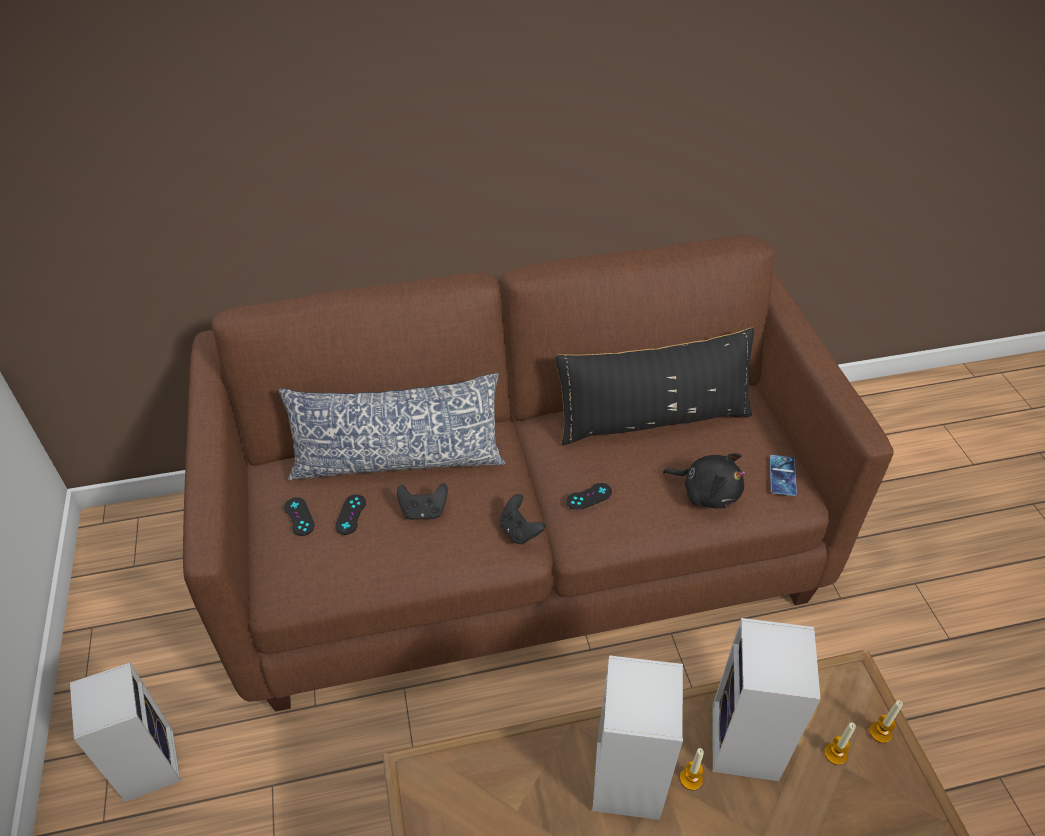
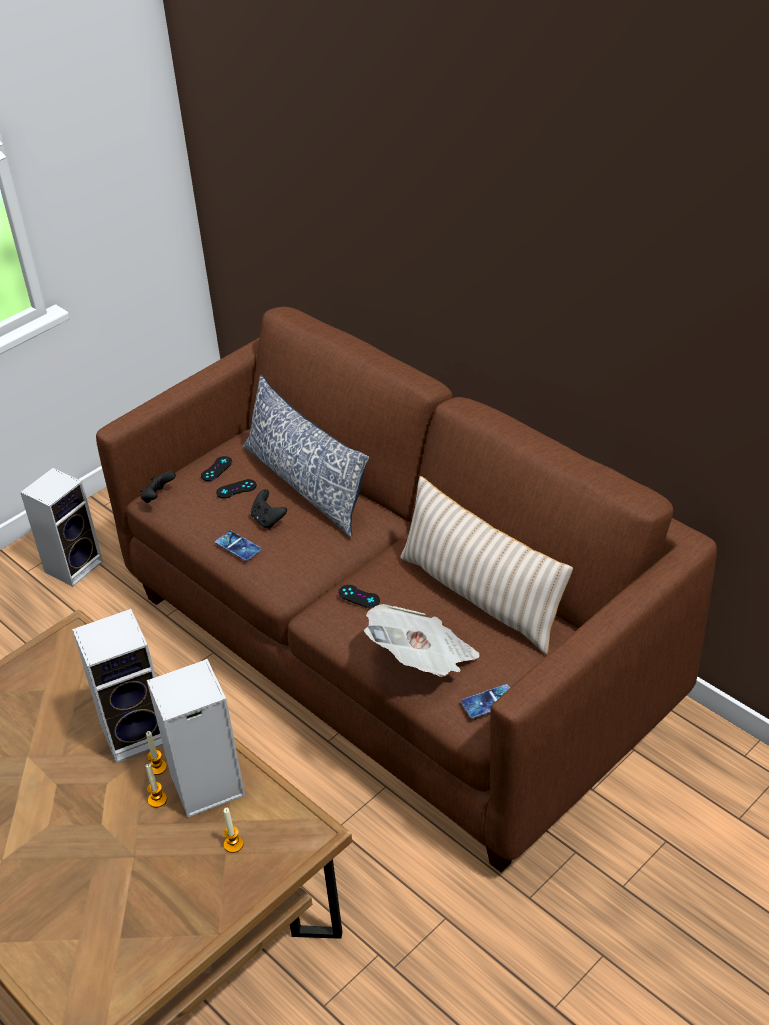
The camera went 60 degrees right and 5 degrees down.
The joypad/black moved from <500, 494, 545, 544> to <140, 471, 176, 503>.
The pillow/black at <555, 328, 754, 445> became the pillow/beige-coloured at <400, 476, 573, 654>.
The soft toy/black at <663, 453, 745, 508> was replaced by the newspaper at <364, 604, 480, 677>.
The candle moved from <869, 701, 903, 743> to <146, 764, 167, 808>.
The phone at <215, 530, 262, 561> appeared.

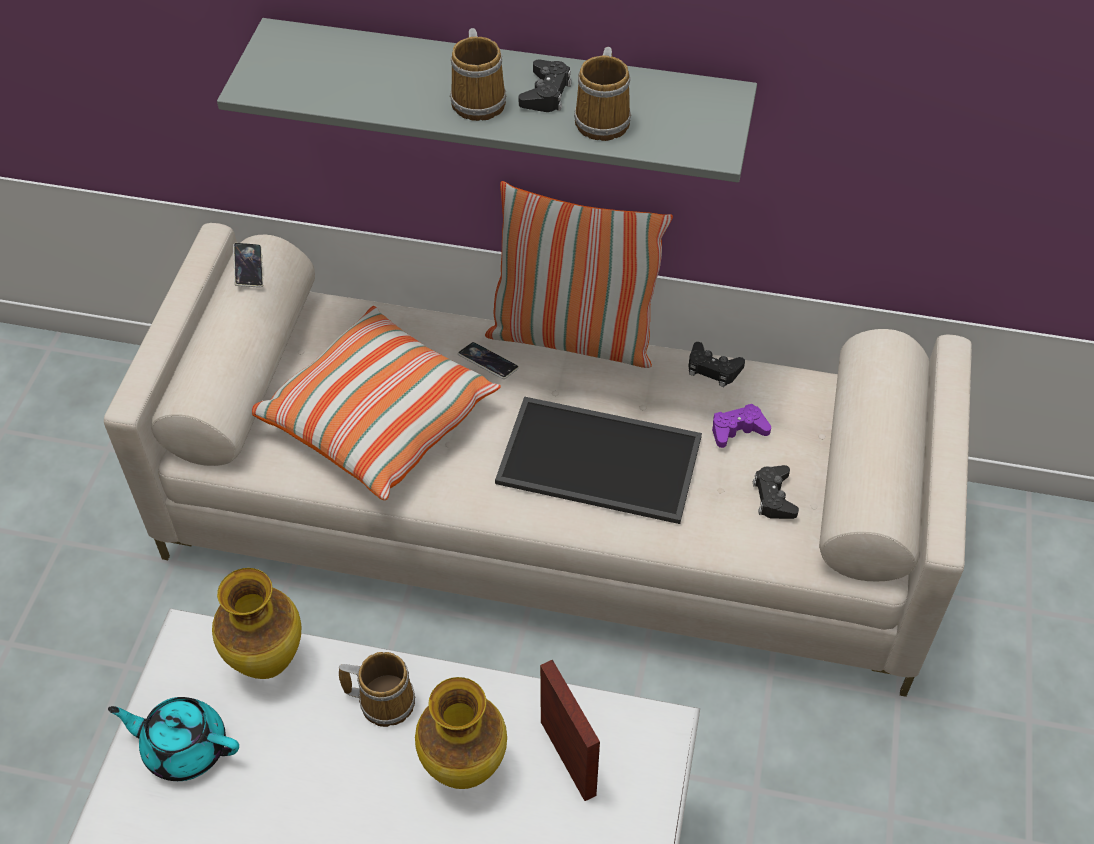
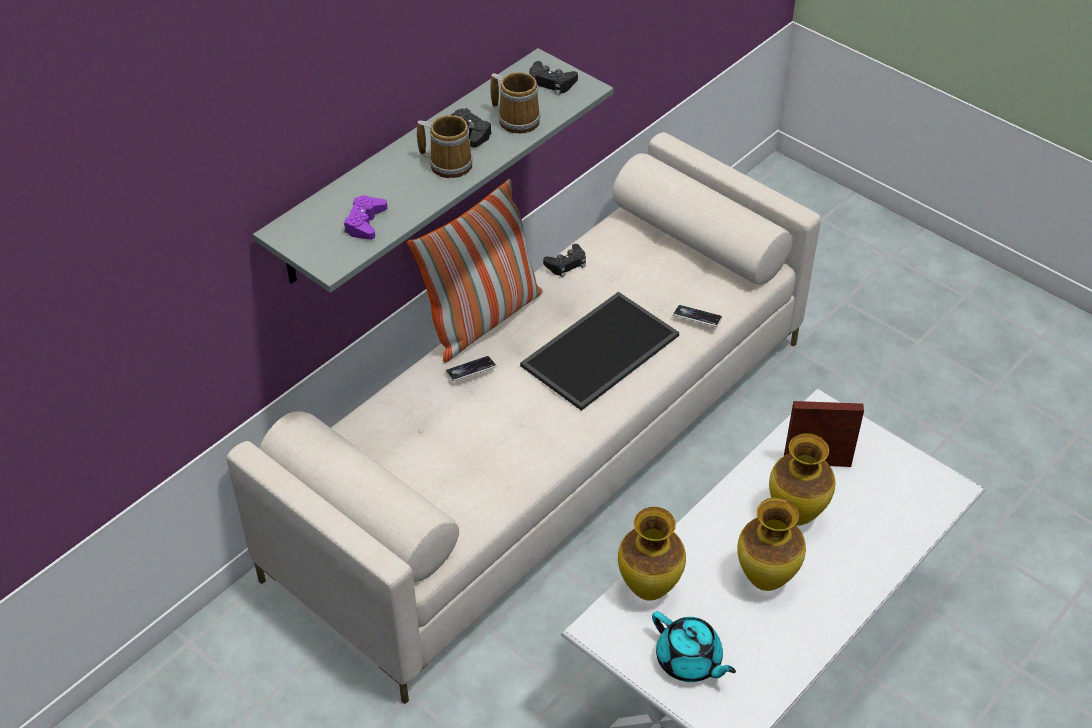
The camera went 60 degrees left and 5 degrees down.
The pot for tea/turquoise-coloured at <108, 697, 239, 781> turned 90 degrees counterclockwise.
The phone moved from <233, 243, 263, 288> to <673, 305, 722, 327>.
The pillow at <252, 306, 501, 500> disappeared.
The coffee mug at <339, 652, 415, 727> disappeared.
The joypad/purplish moved from <712, 404, 771, 448> to <344, 196, 387, 240>.
The joypad/black moved from <753, 465, 799, 519> to <529, 61, 578, 95>.
The decorative vase at <737, 497, 806, 591> appeared.

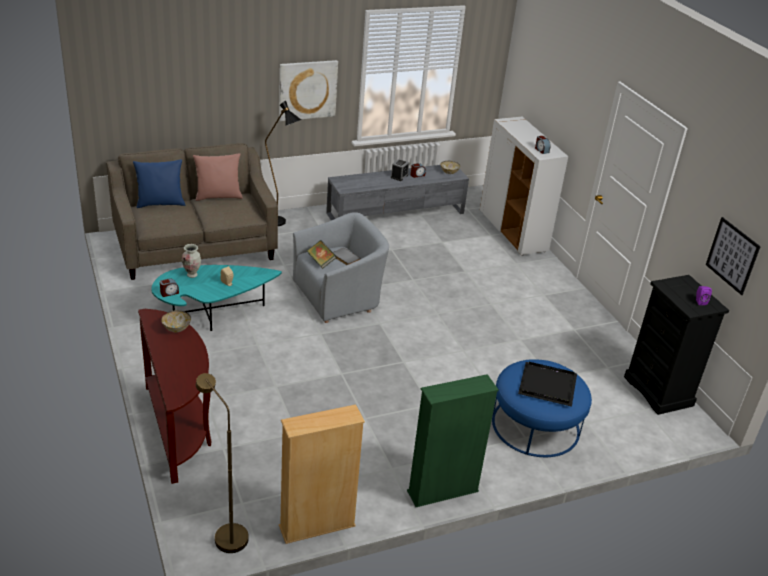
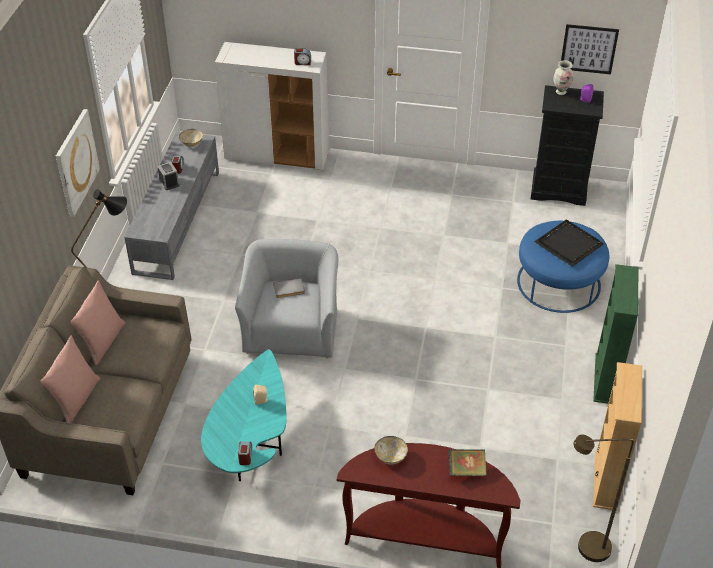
The camera went 55 degrees left and 10 degrees up.
The pillow/blue at <133, 160, 185, 208> became the pillow/pink at <40, 336, 100, 423>.
The decorative vase moved from <182, 244, 201, 278> to <554, 60, 573, 95>.
The bound book moved from <307, 240, 337, 269> to <449, 449, 487, 476>.

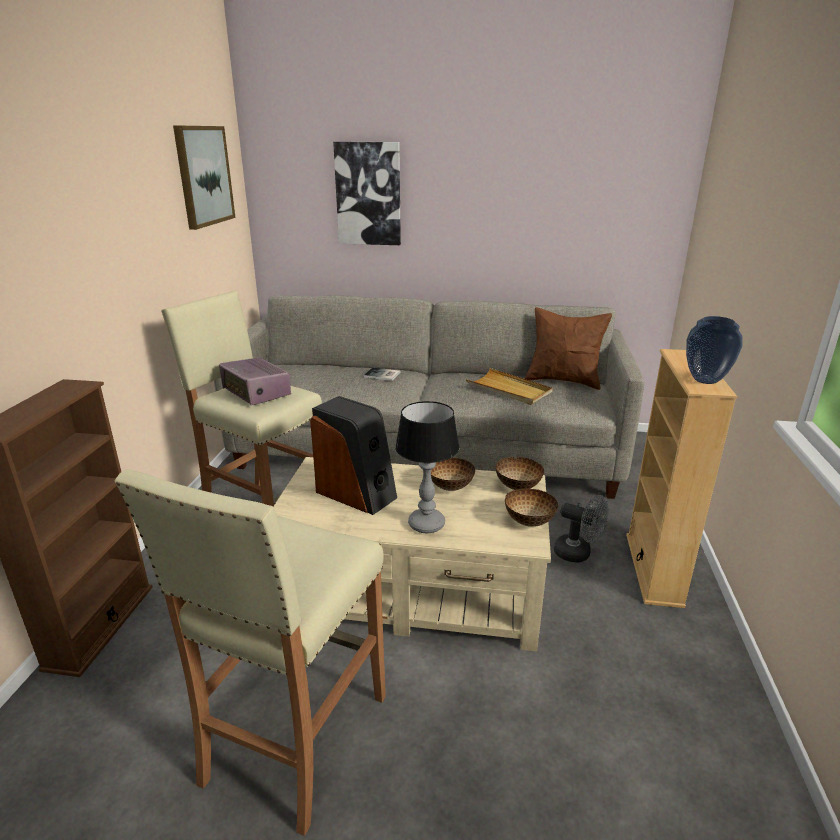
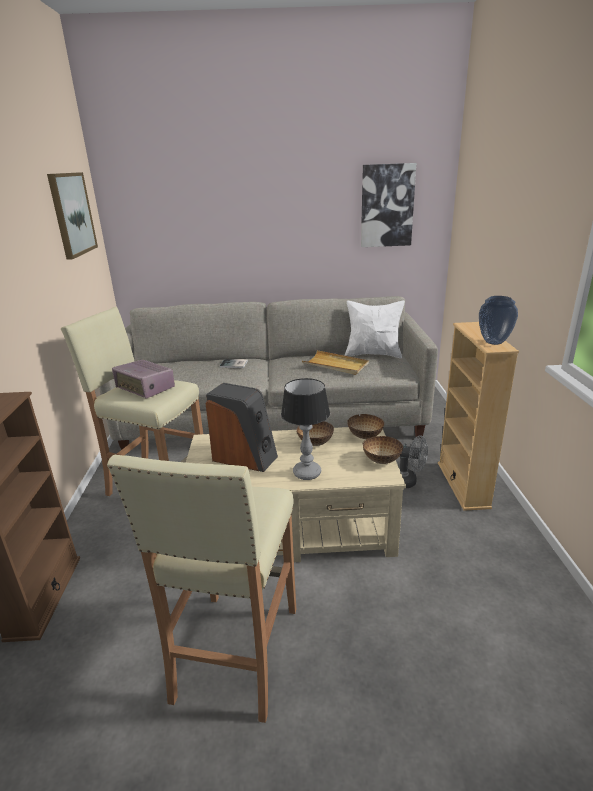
The camera went 10 degrees left and 0 degrees up.
The wall art moved from <333, 142, 401, 245> to <361, 163, 416, 247>.
The pillow/brown-coloured at <525, 307, 612, 390> became the pillow/white at <345, 300, 405, 358>.

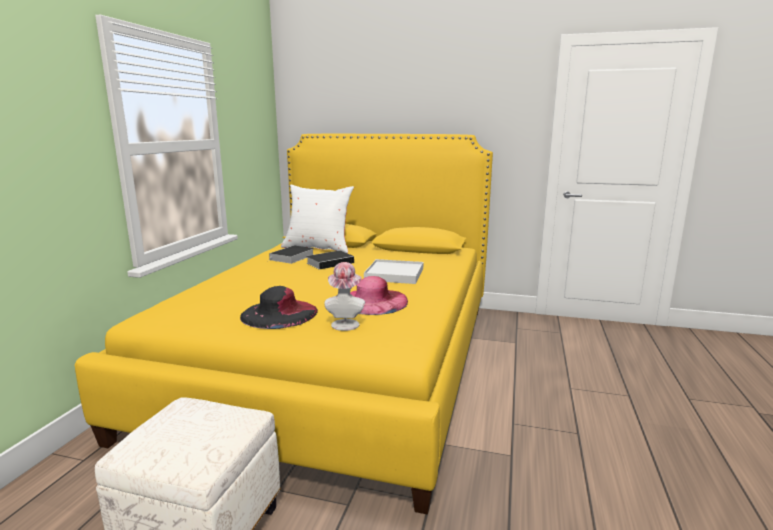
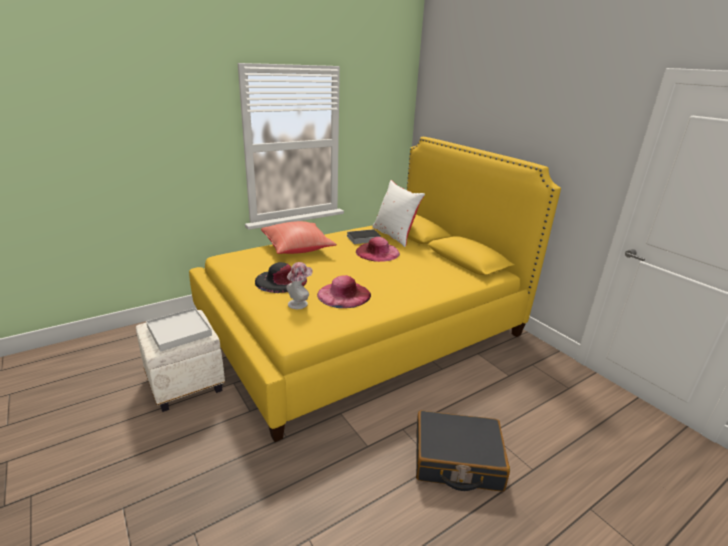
The camera went 40 degrees right and 10 degrees up.
The bound book at <306, 251, 354, 270> was replaced by the wearable hat/pink at <356, 237, 400, 262>.
The carrying tray/white moved from <364, 259, 423, 284> to <146, 308, 212, 352>.
The pillow/red at <261, 221, 337, 254> appeared.
The travel case/black at <416, 410, 510, 492> appeared.

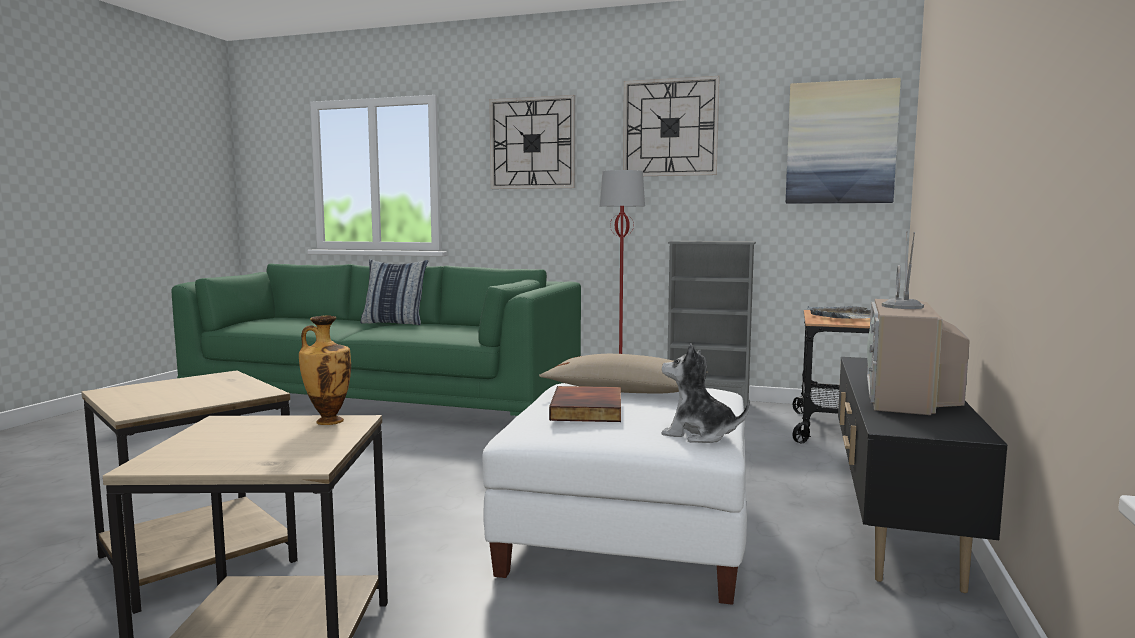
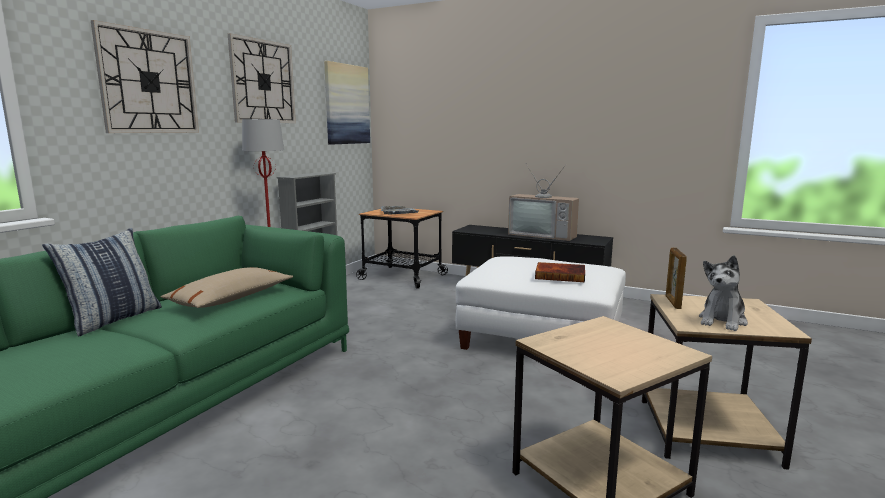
The camera went 80 degrees left and 5 degrees up.
The decorative vase at <299, 315, 351, 425> was replaced by the photo frame at <666, 248, 687, 309>.
The pillow/beige-coloured moved from <539, 354, 708, 394> to <161, 267, 293, 308>.
The soft toy moved from <662, 343, 749, 443> to <699, 255, 748, 331>.

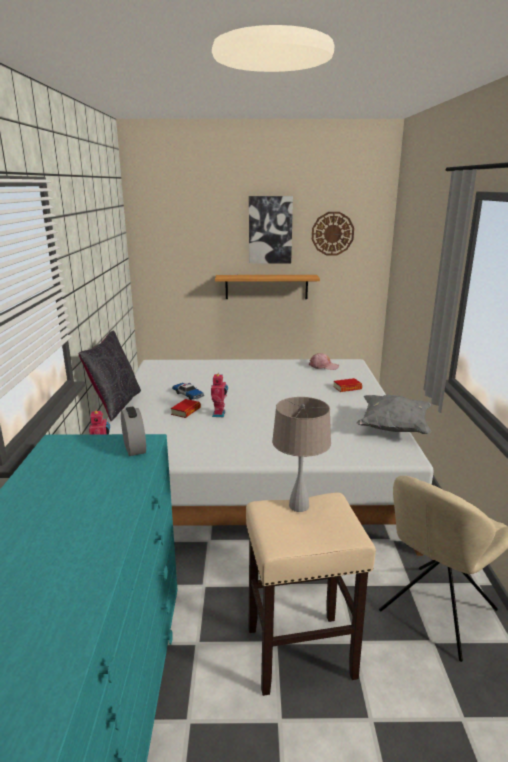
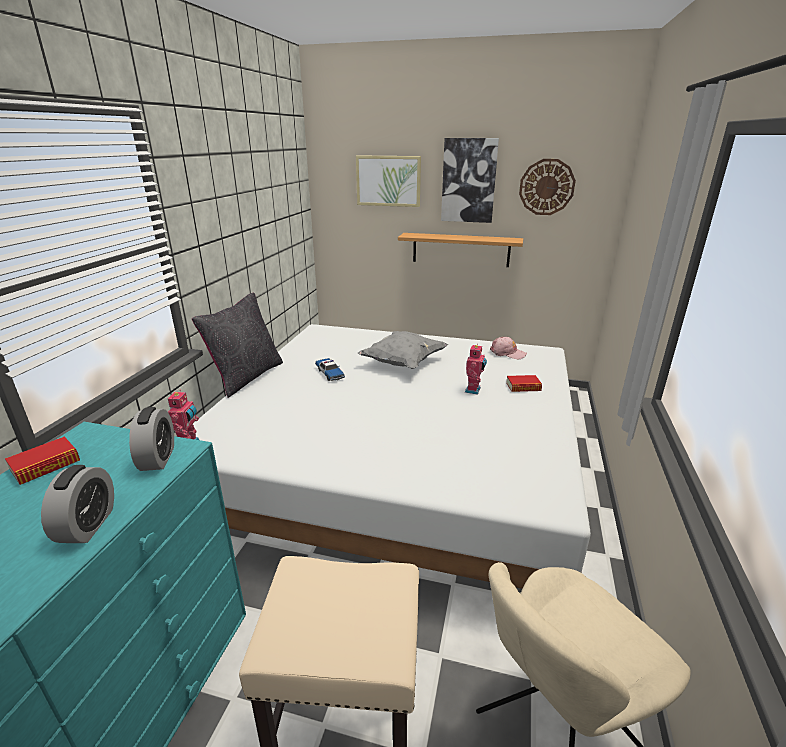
The camera went 15 degrees right and 5 degrees up.
The bound book moved from <171, 399, 201, 418> to <5, 436, 80, 485>.
The model robot moved from <211, 373, 228, 417> to <465, 343, 487, 395>.
The lamp for a table/beige-coloured at <272, 397, 331, 512> disappeared.
The pillow/grey moved from <357, 395, 432, 434> to <358, 331, 448, 369>.
The table clock at <41, 465, 114, 543> appeared.
The wall art at <356, 155, 421, 207> appeared.

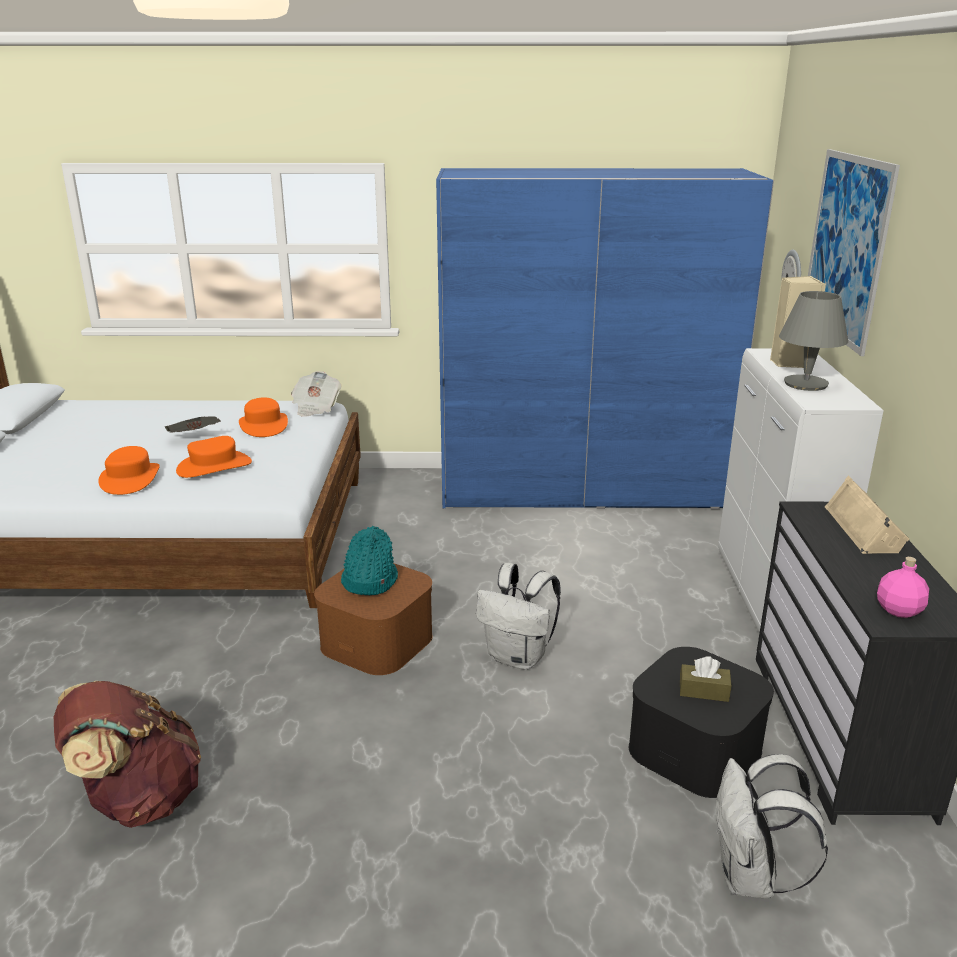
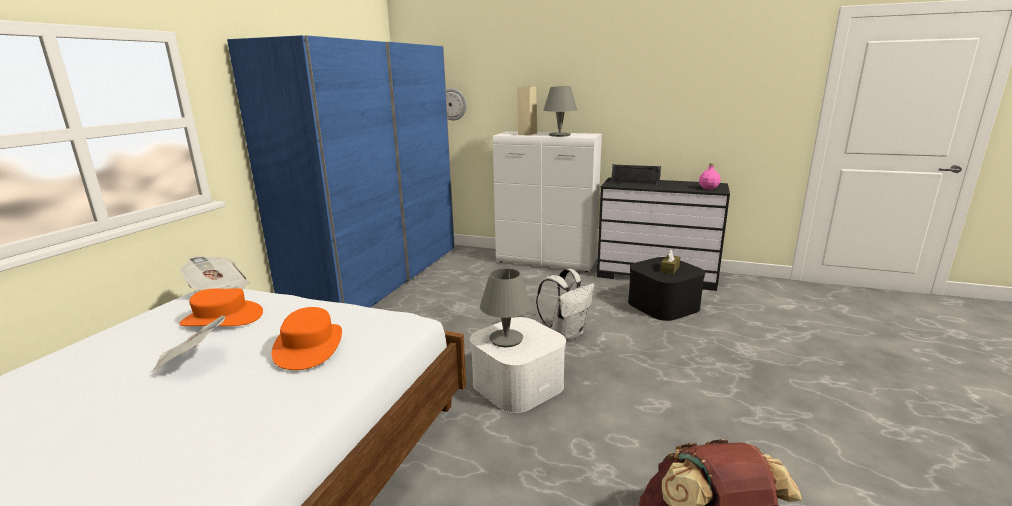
The camera went 70 degrees left and 5 degrees down.
The wearable hat/orange at <98, 446, 160, 495> disappeared.
The storage container/brown-coloured at <314, 563, 433, 675> became the storage container/white at <470, 317, 566, 413>.
The wearable hat/turquoise-coloured at <341, 526, 398, 595> was replaced by the lamp for a table/grey at <480, 268, 532, 347>.
The rucksack/white at <716, 754, 828, 899> disappeared.
The wall art at <808, 149, 900, 356> disappeared.
The loudspeaker/beige-coloured at <825, 475, 909, 554> became the loudspeaker/black at <611, 164, 661, 185>.

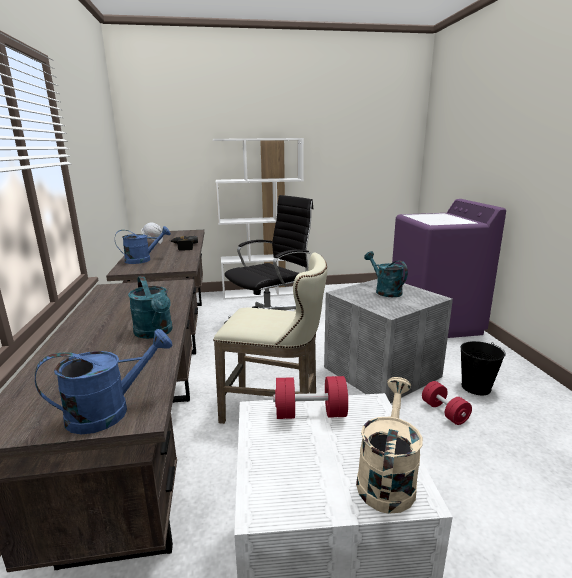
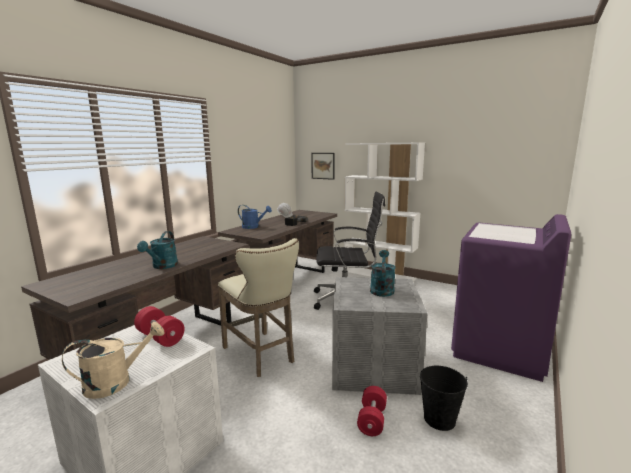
The camera went 40 degrees right and 5 degrees down.
The watering can/blue at <35, 329, 172, 435> disappeared.
The wall art at <311, 153, 335, 180> appeared.

